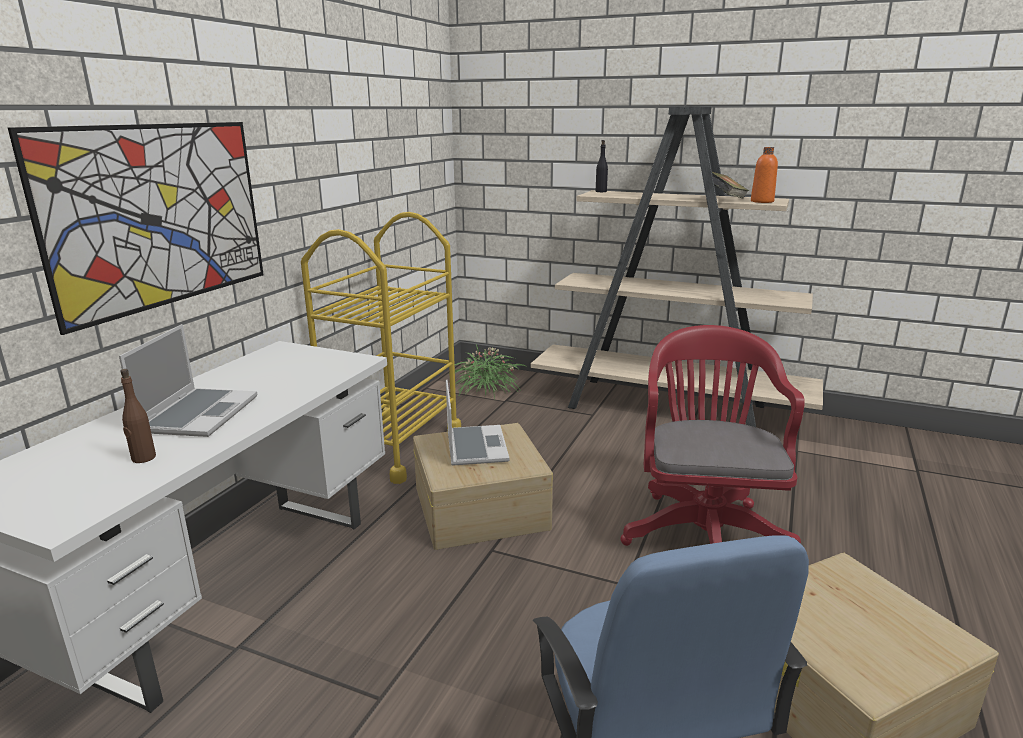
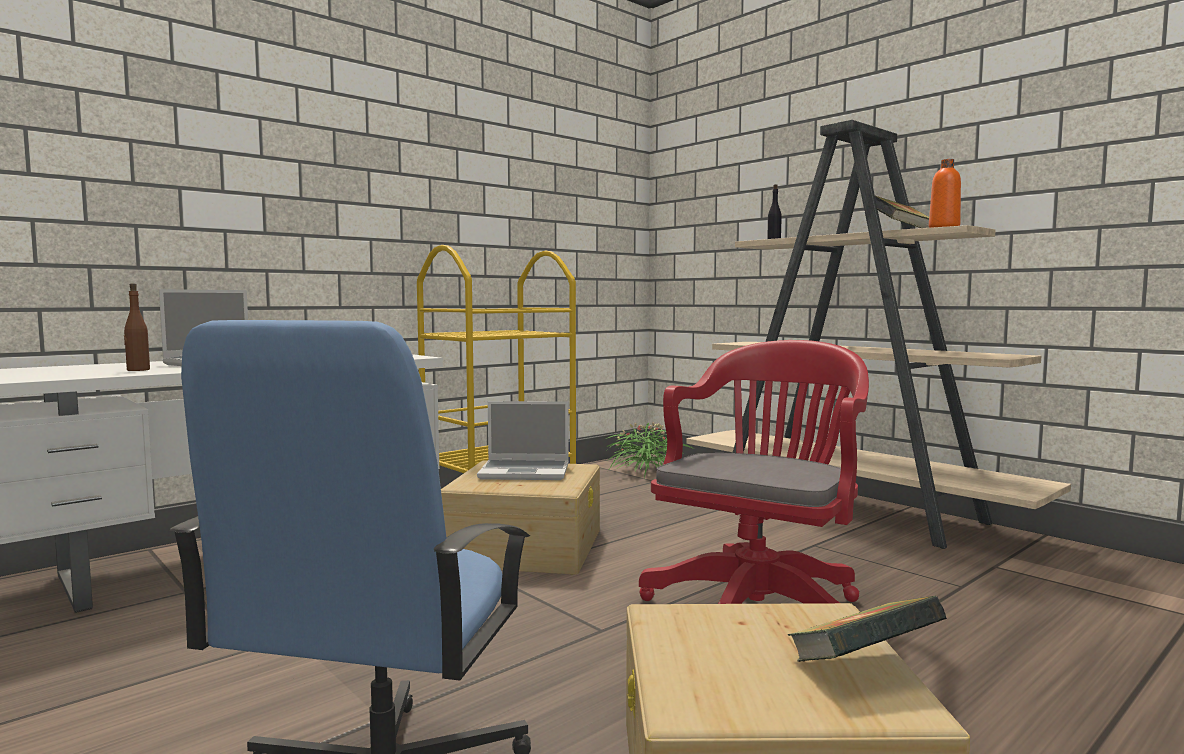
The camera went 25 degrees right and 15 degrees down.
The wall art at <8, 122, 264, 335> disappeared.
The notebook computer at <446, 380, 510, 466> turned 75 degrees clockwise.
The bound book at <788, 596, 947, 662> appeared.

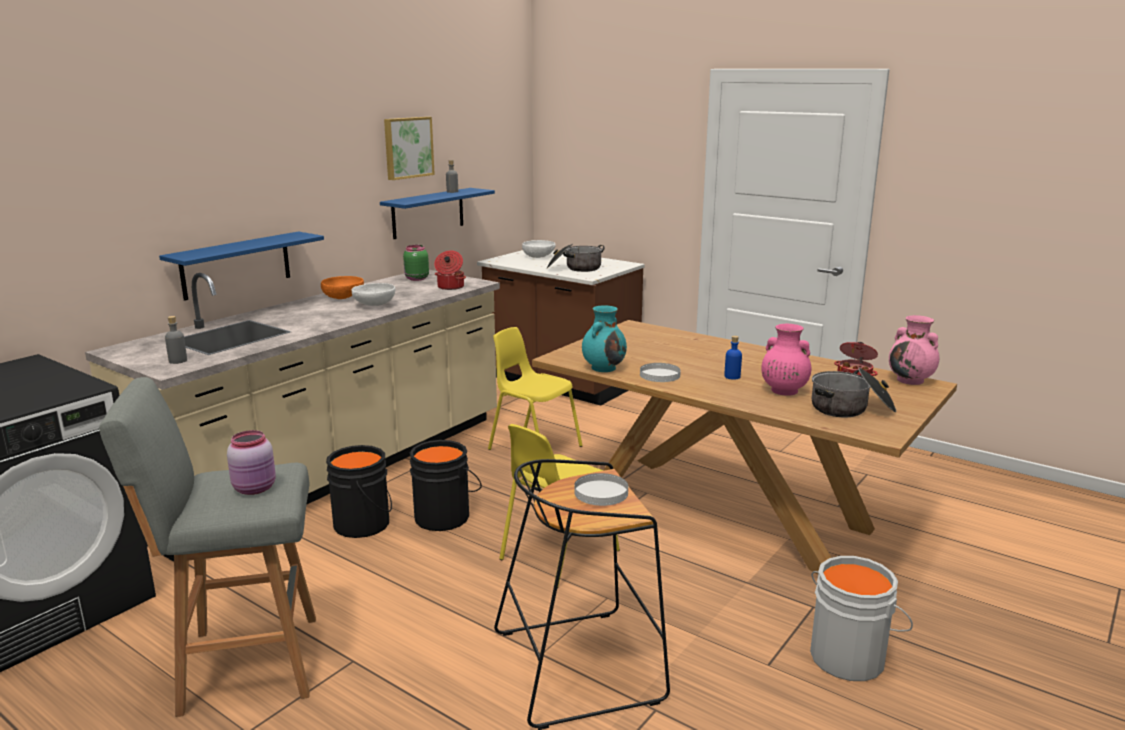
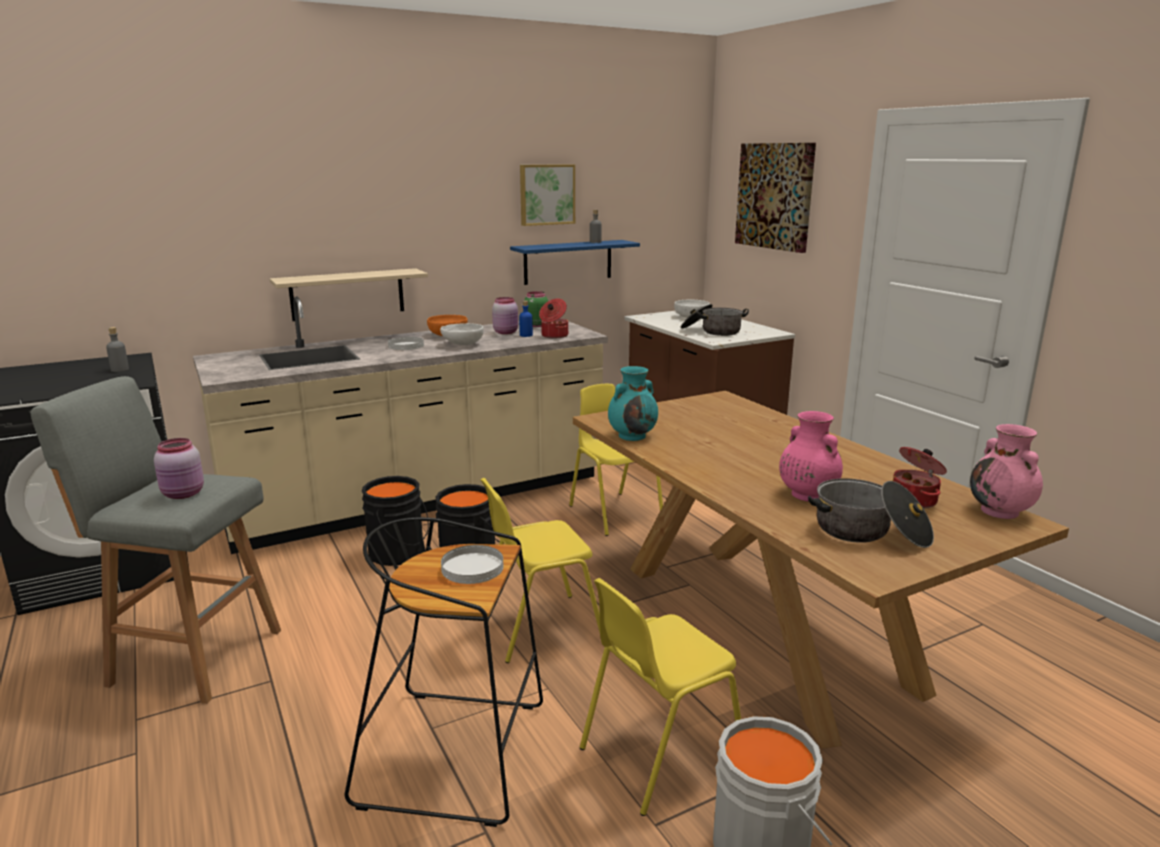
The camera went 25 degrees right and 0 degrees up.
The wall shelf/blue at <159, 231, 324, 301> became the wall shelf/beige-coloured at <270, 268, 428, 321>.
The beverage bottle/grey moved from <165, 316, 187, 364> to <106, 327, 129, 372>.
The dinner plate/white moved from <640, 363, 681, 382> to <388, 337, 424, 350>.
The beverage bottle/blue moved from <724, 336, 742, 380> to <519, 301, 533, 337>.
The preserve jar/pink at <492, 297, 518, 334> appeared.
The plain chair/yellow-coloured at <580, 578, 741, 816> appeared.
The wall art at <735, 143, 816, 253> appeared.

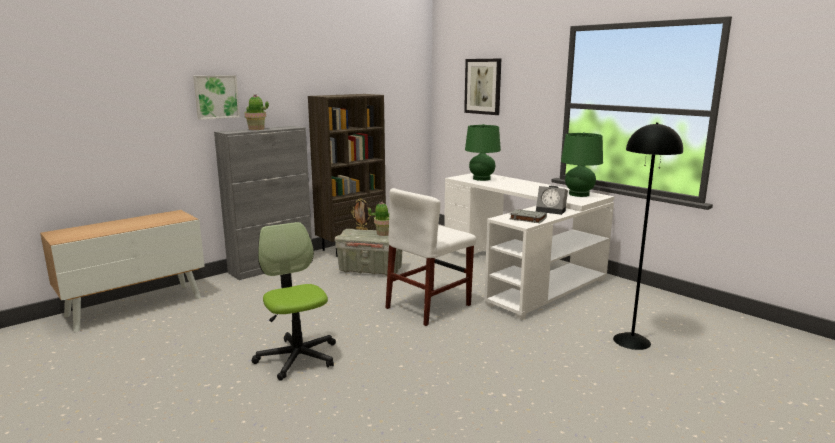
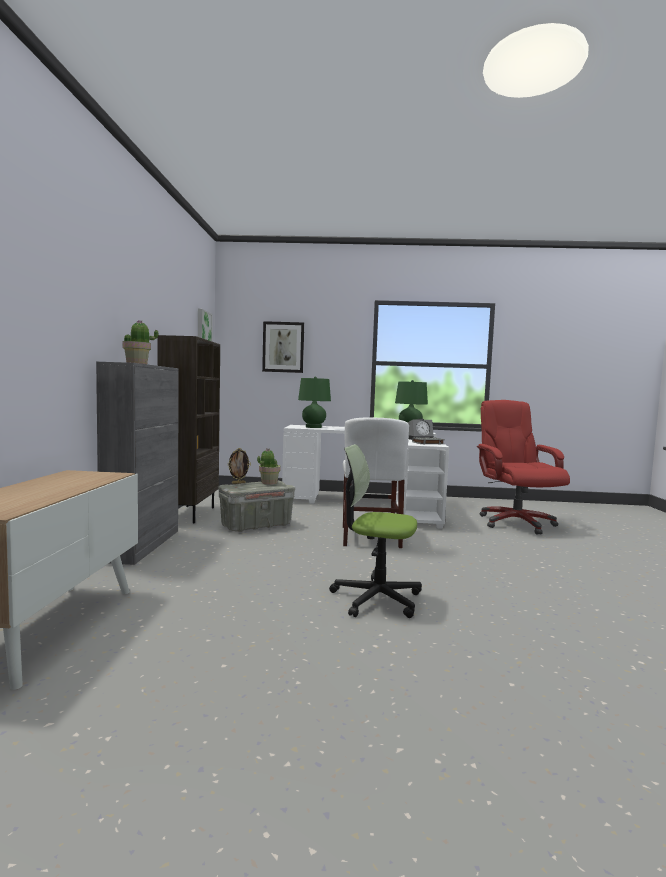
The camera went 45 degrees left and 10 degrees down.
The wall art moved from <193, 75, 240, 120> to <198, 309, 213, 341>.
The floor lamp/black at <613, 122, 683, 350> was replaced by the office chair/red at <477, 400, 570, 534>.

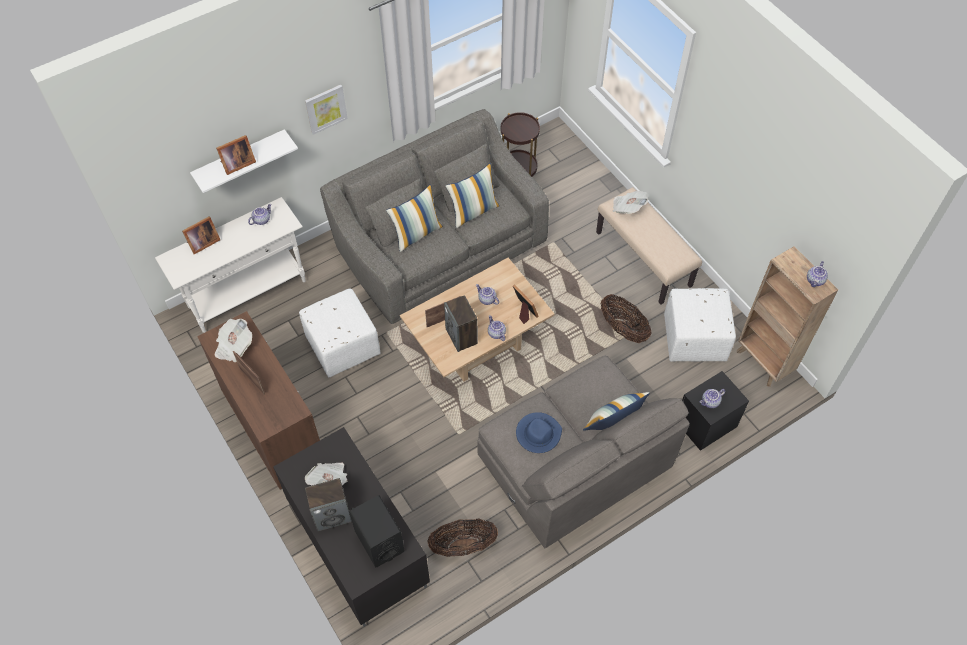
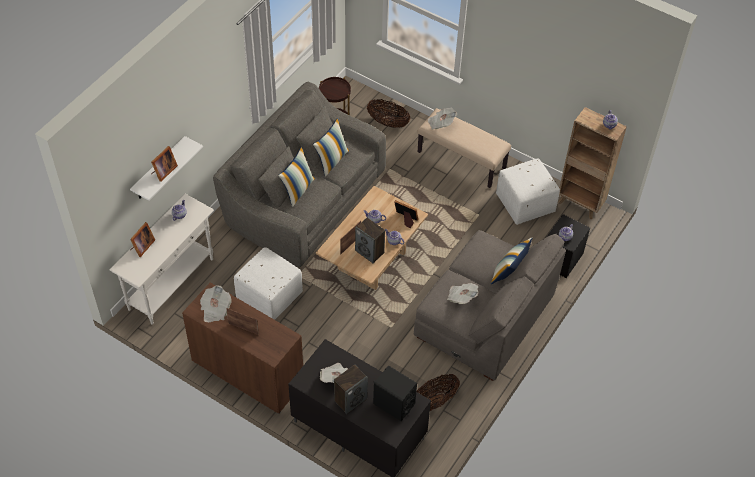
The camera went 25 degrees left and 5 degrees down.
The wall art at <305, 85, 348, 135> disappeared.
The wearable hat/blue at <516, 412, 562, 453> was replaced by the newspaper at <447, 283, 479, 304>.
The basket moved from <601, 294, 651, 343> to <367, 99, 410, 128>.

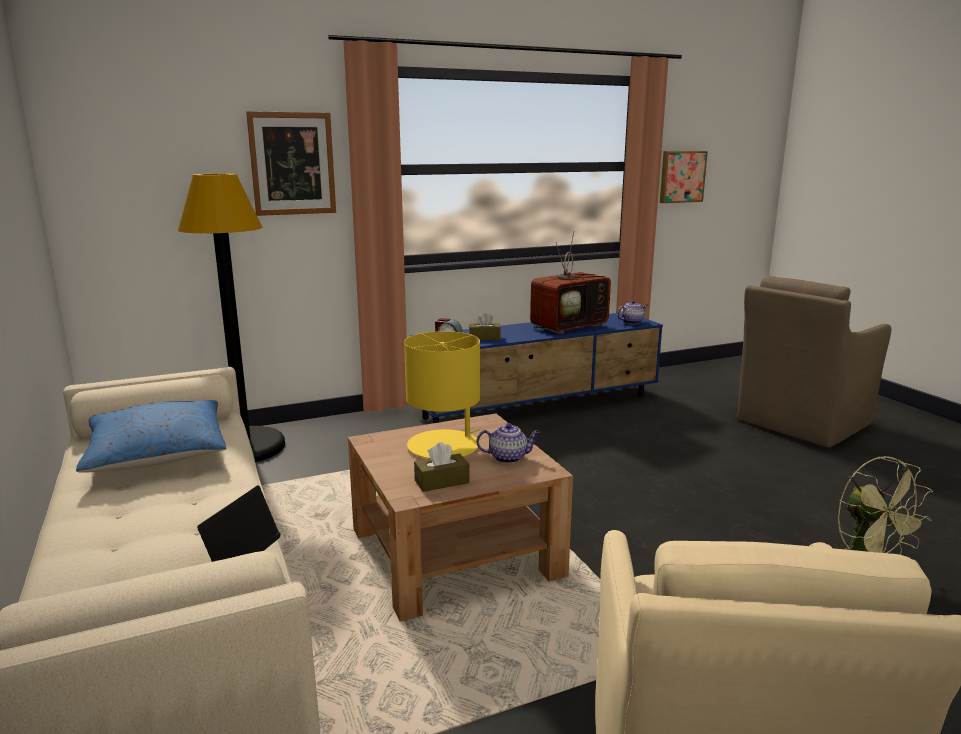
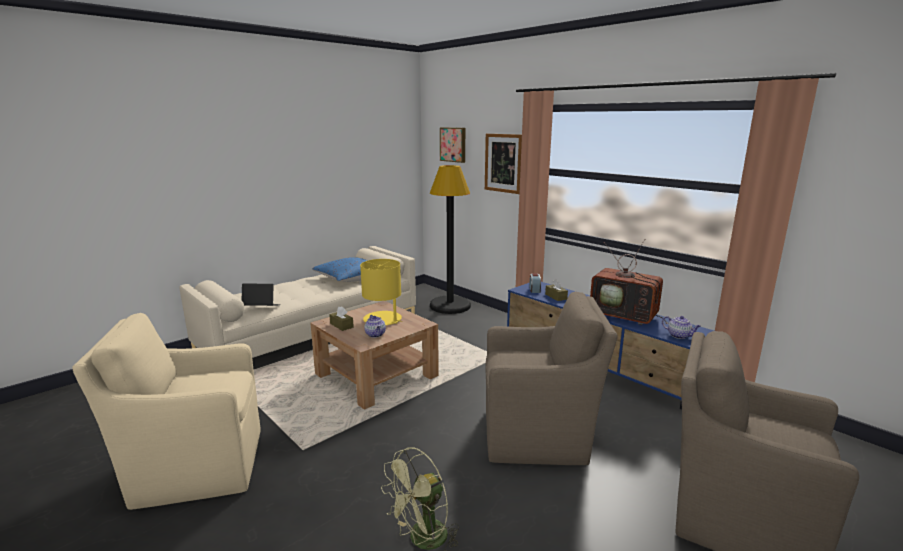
The camera went 70 degrees right and 0 degrees up.
The wall art moved from <660, 151, 708, 203> to <440, 127, 465, 163>.
The armchair/brown-coloured at <485, 292, 618, 465> appeared.

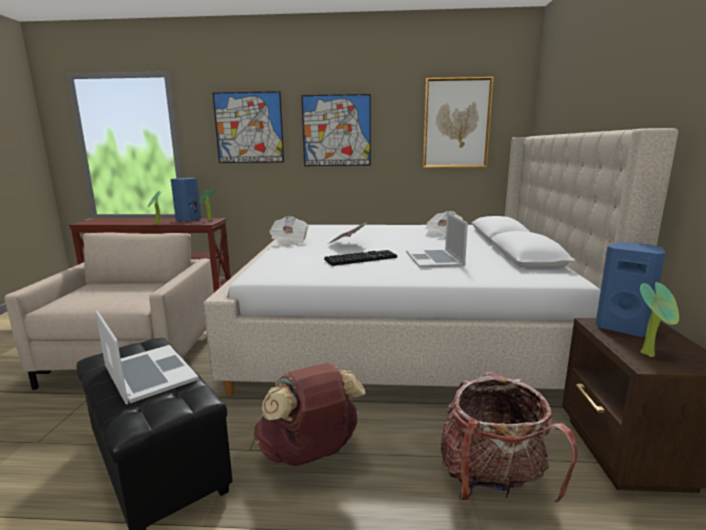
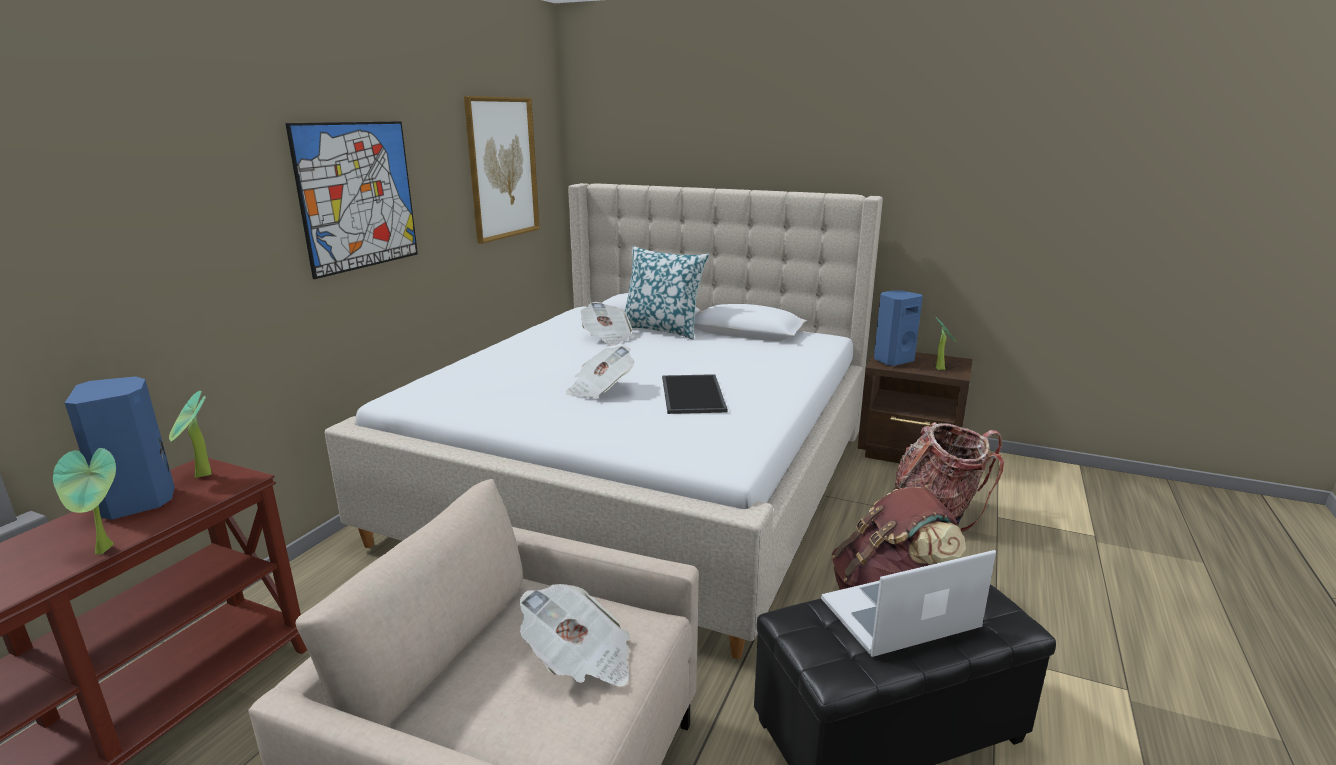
The camera went 70 degrees left and 5 degrees up.
The wall art at <213, 91, 284, 163> disappeared.
The newspaper moved from <269, 216, 309, 247> to <520, 584, 630, 687>.
The keyboard at <324, 250, 397, 266> was replaced by the carrying tray at <662, 374, 728, 414>.
The notebook computer at <406, 213, 468, 268> disappeared.
The pillow at <625, 246, 709, 339> appeared.

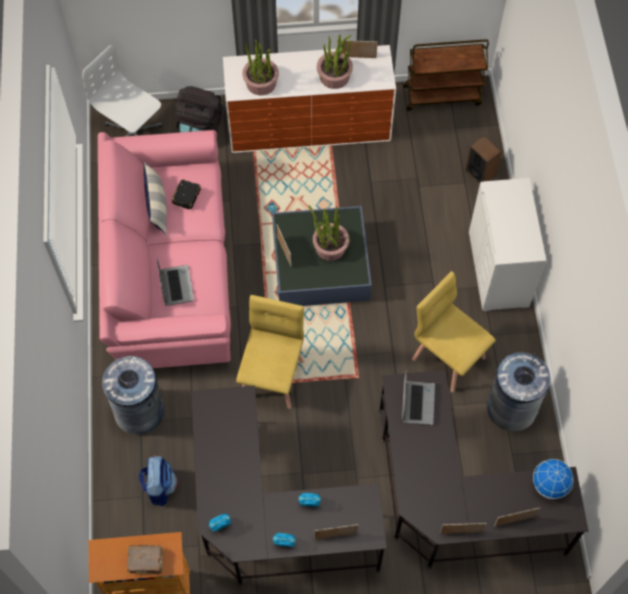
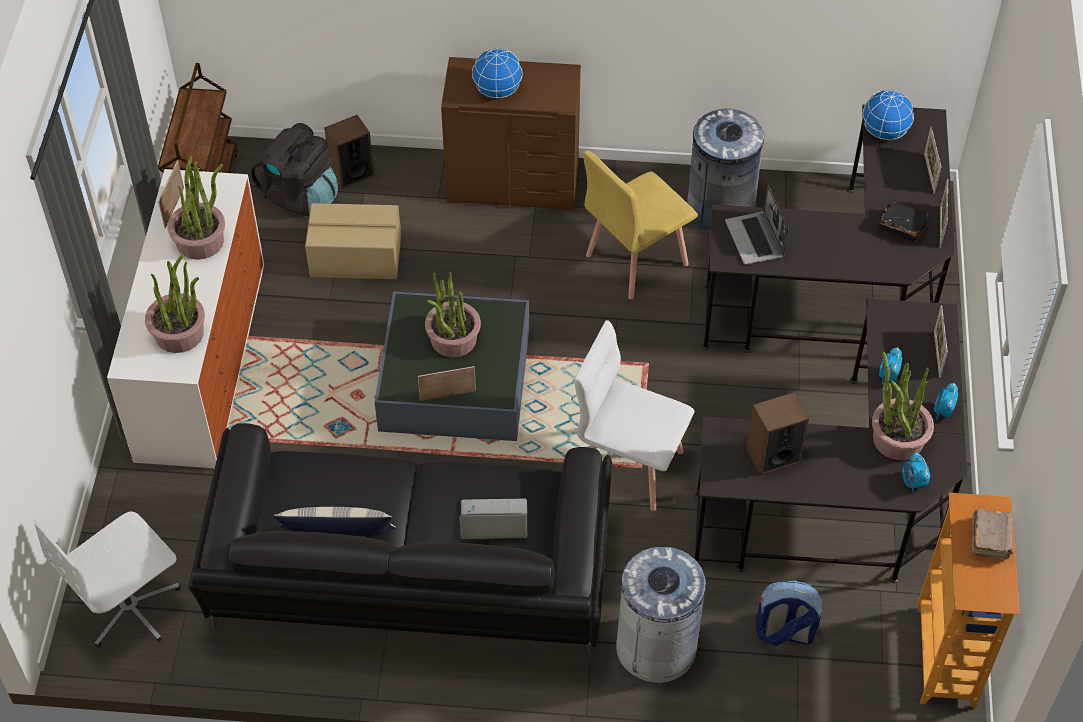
The camera went 80 degrees left and 10 degrees down.
The settee/pink at <98, 130, 231, 368> became the settee/black at <188, 423, 612, 657>.
The bound book/black moved from <171, 179, 201, 209> to <878, 201, 929, 242>.
The rucksack/black moved from <176, 86, 222, 133> to <251, 123, 338, 216>.
The plain chair/yellow-coloured at <236, 295, 304, 409> became the plain chair/white at <574, 320, 695, 511>.
The notebook computer at <402, 370, 435, 425> turned 120 degrees counterclockwise.
The dresser/white at <469, 178, 547, 312> became the dresser/brown-coloured at <441, 57, 581, 211>.
The carton at <305, 203, 401, 279> appeared.
The globe at <472, 48, 523, 99> appeared.
The loudspeaker at <746, 392, 809, 475> appeared.
The potted plant at <872, 352, 934, 460> appeared.

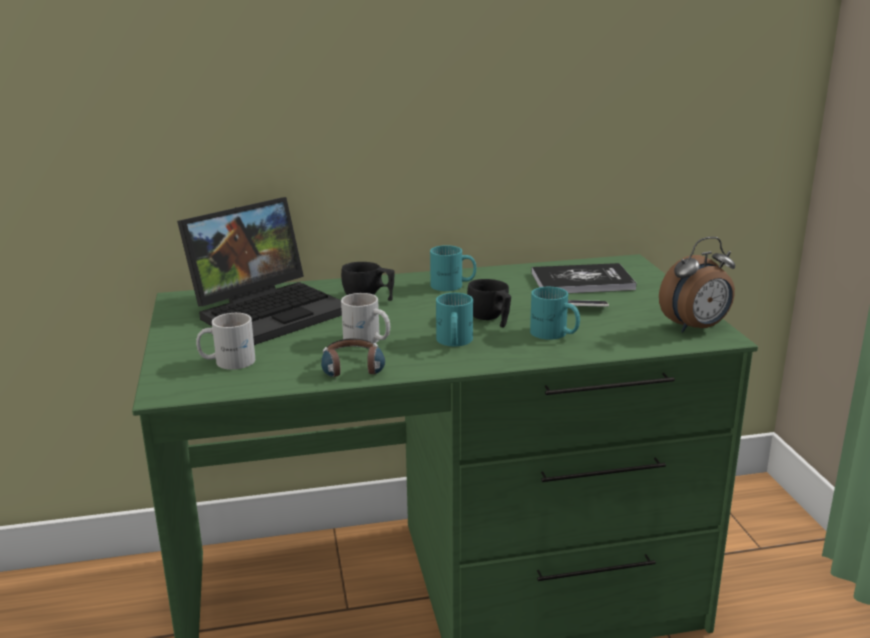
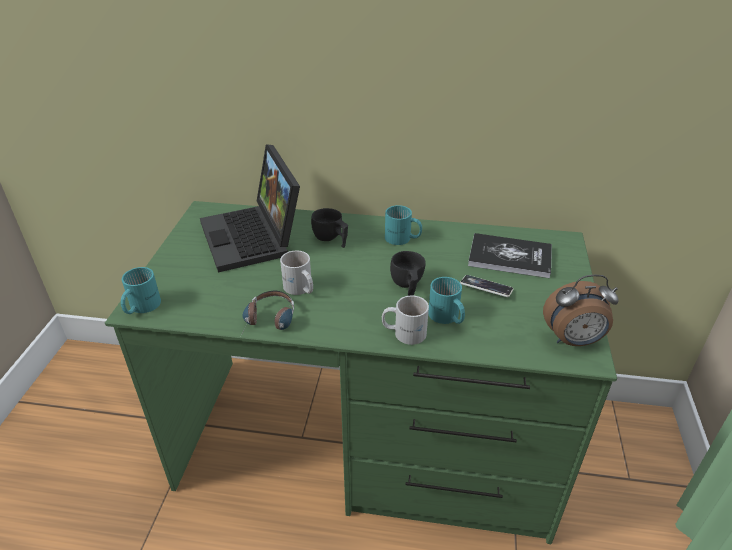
The camera went 20 degrees right and 15 degrees up.
The notebook computer at <177, 197, 342, 345> turned 90 degrees clockwise.
The coffee mug/white moved from <196, 313, 255, 370> to <382, 296, 429, 345>.
The coffee mug/turquoise-coloured moved from <436, 293, 473, 346> to <121, 267, 161, 314>.

